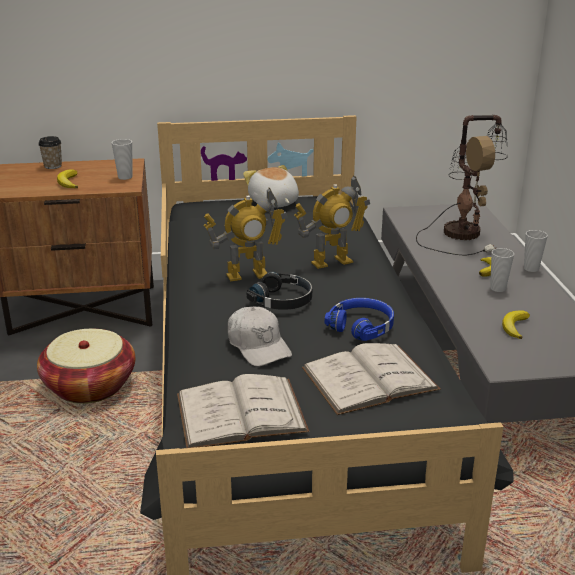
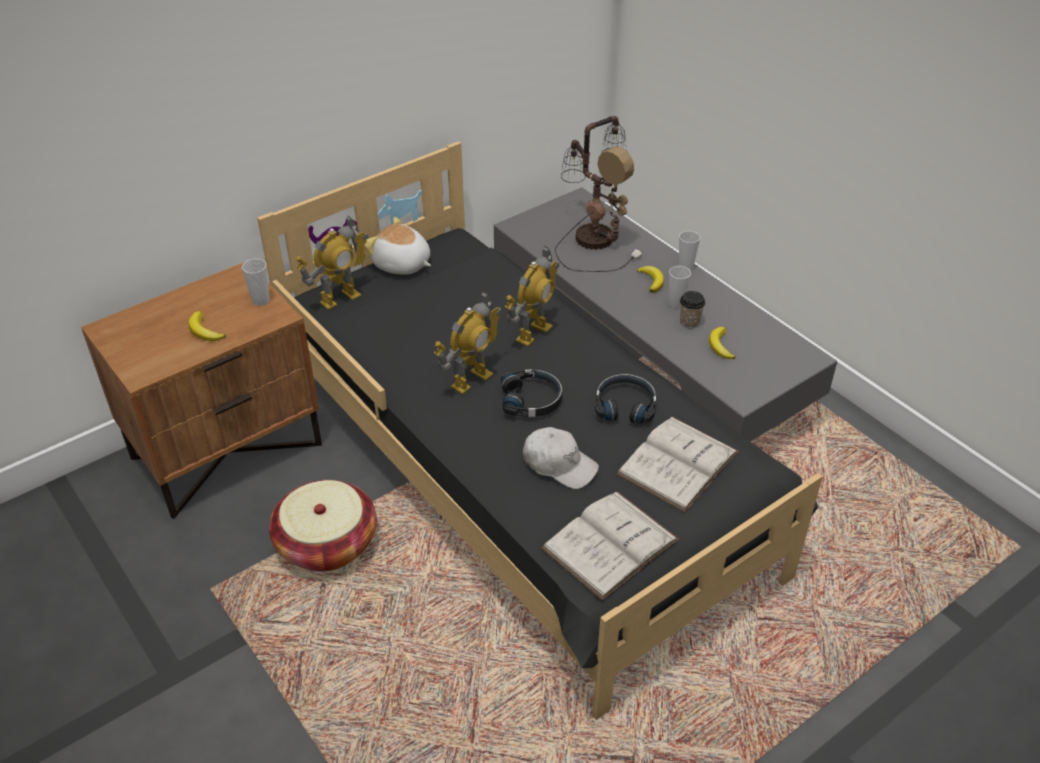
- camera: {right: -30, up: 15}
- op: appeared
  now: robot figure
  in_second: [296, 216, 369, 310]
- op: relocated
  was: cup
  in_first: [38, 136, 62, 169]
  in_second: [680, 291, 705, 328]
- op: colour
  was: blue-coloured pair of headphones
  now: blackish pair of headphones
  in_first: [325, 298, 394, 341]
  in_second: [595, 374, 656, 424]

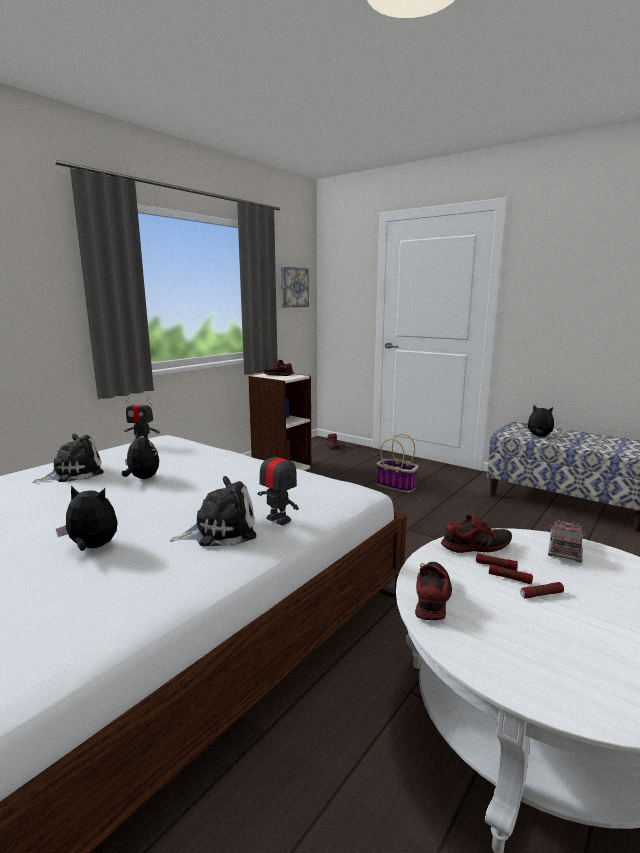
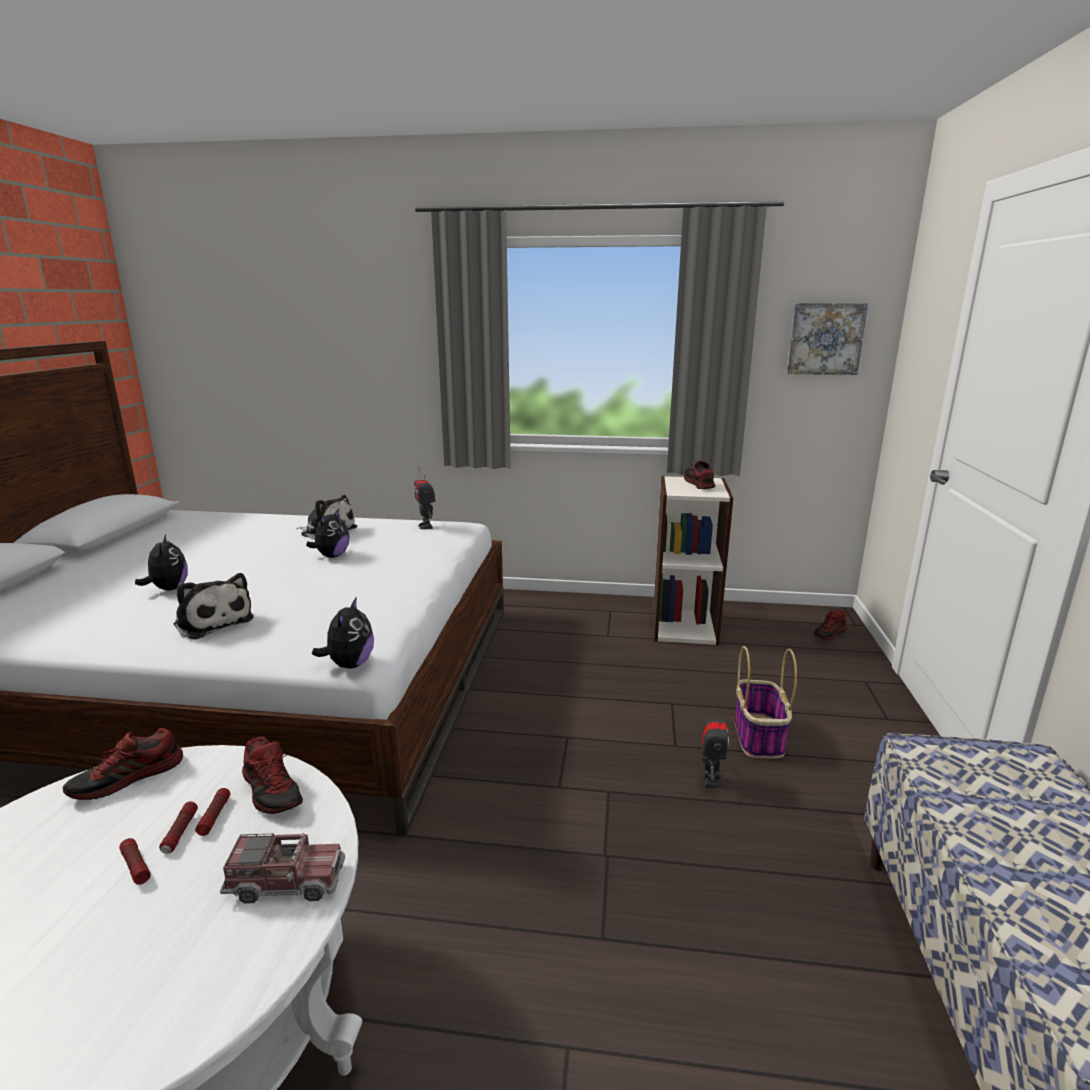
- camera: {right: 60, up: 5}
- op: relocated
  was: robot figure
  in_first: [257, 444, 299, 526]
  in_second: [701, 703, 729, 789]
- op: relocated
  was: plush toy
  in_first: [524, 405, 554, 436]
  in_second: [312, 596, 374, 669]
- op: spun
  was: low shoe
  in_first: [415, 562, 452, 620]
  in_second: [62, 728, 183, 800]
  clockwise: 150

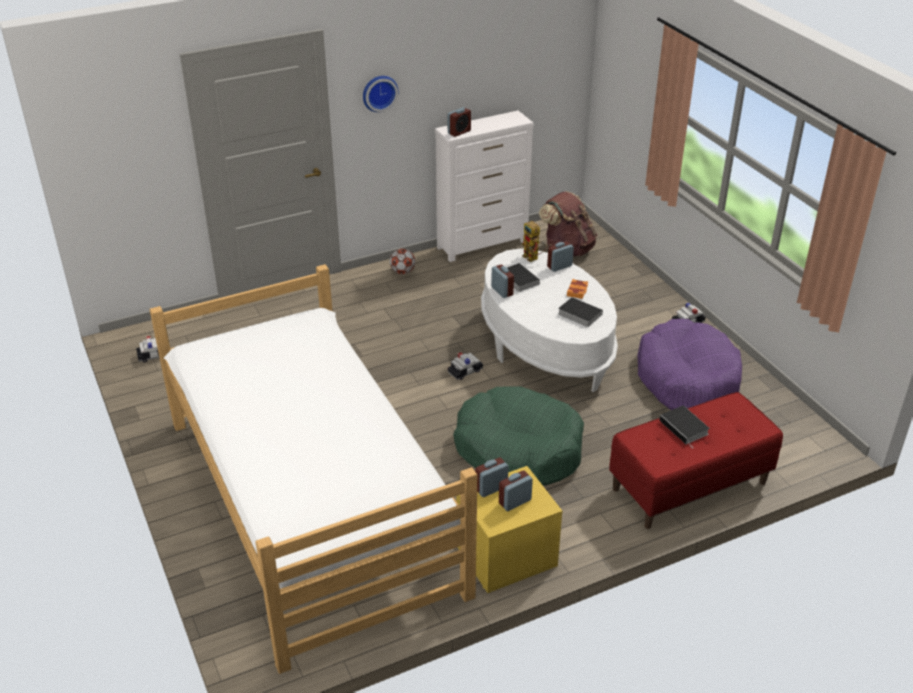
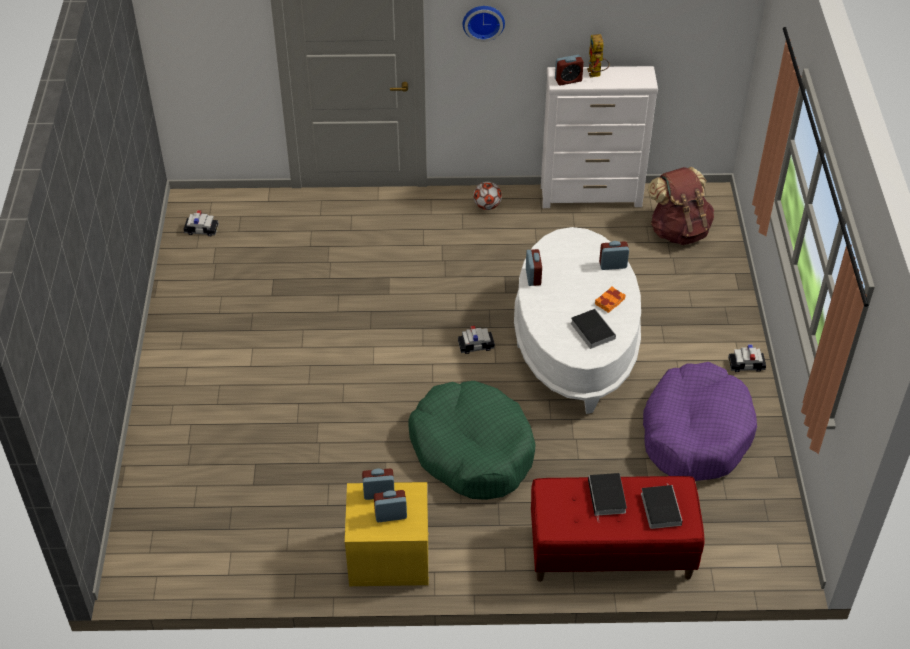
- camera: {right: 25, up: 10}
- op: missing
  was: bed
  in_first: [149, 264, 477, 674]
- op: relocated
  was: volume
  in_first: [507, 263, 540, 292]
  in_second: [641, 483, 682, 529]
- op: relocated
  was: robot figure
  in_first: [522, 221, 547, 262]
  in_second: [587, 34, 610, 77]

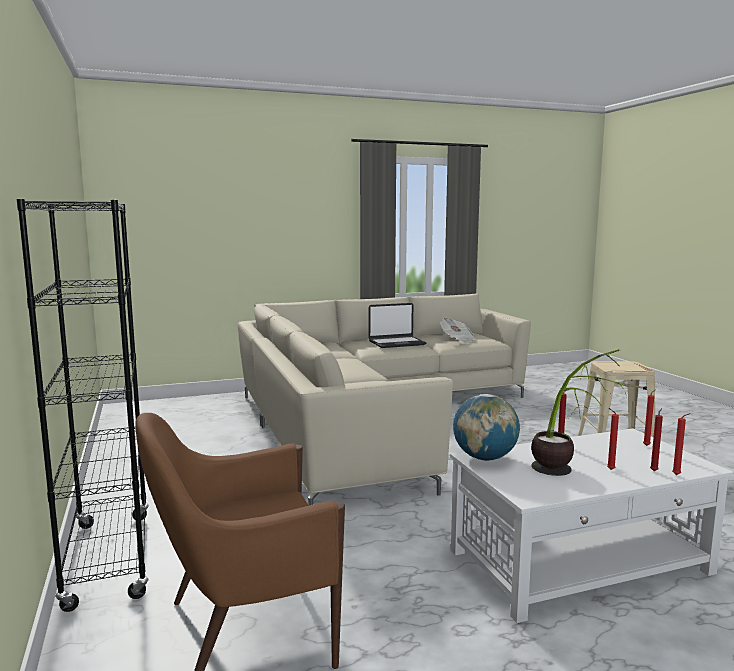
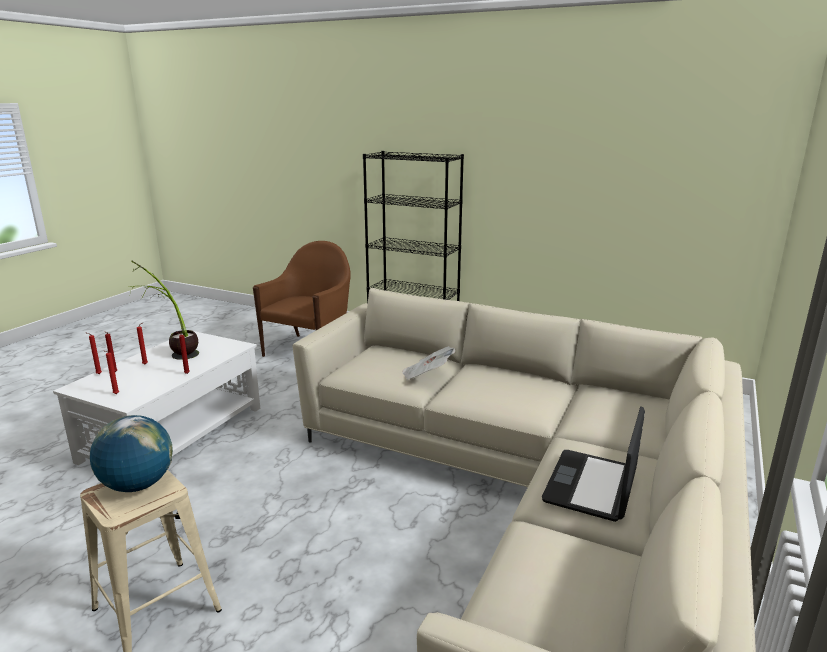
- camera: {right: 135, up: 10}
- op: relocated
  was: daily paper
  in_first: [440, 318, 475, 344]
  in_second: [402, 346, 455, 381]
- op: relocated
  was: desk globe
  in_first: [453, 394, 520, 461]
  in_second: [90, 415, 173, 492]

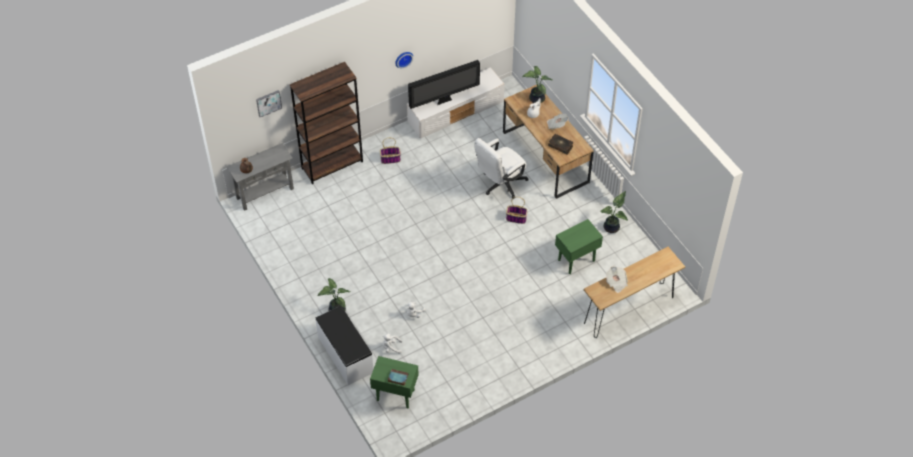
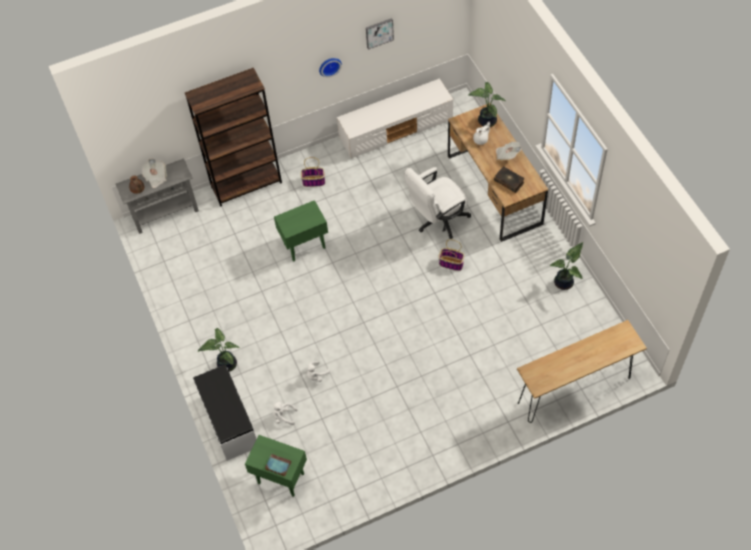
- camera: {right: 10, up: 5}
- op: missing
  was: TV
  in_first: [408, 60, 480, 109]
- op: relocated
  was: picture
  in_first: [256, 90, 282, 117]
  in_second: [366, 18, 394, 50]
- op: relocated
  was: green-coloured end table
  in_first: [555, 219, 603, 274]
  in_second: [274, 200, 328, 261]
- op: relocated
  was: daily paper
  in_first: [606, 266, 628, 293]
  in_second: [142, 158, 167, 188]

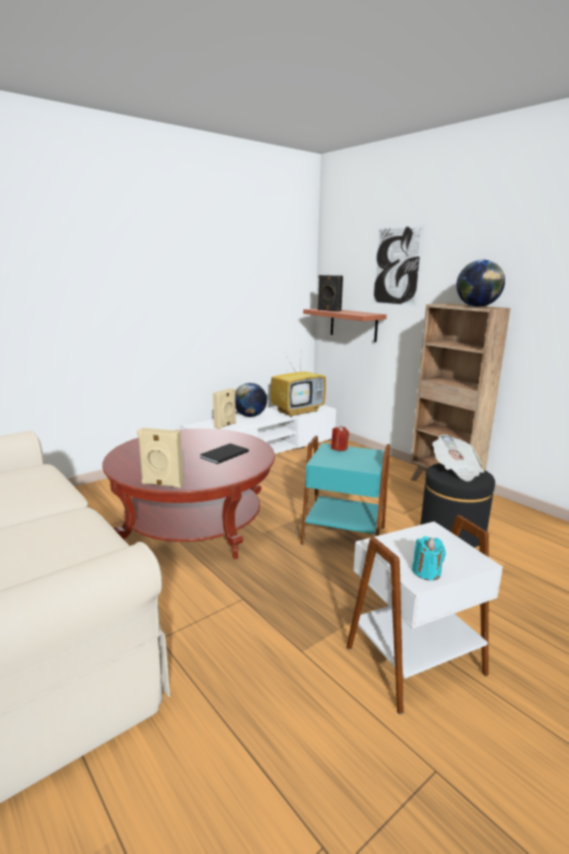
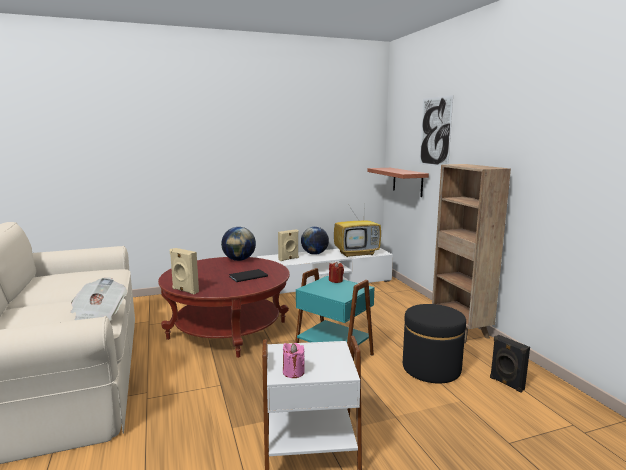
- camera: {right: 20, up: -5}
- op: relocated
  was: blackish audio speaker
  in_first: [318, 275, 343, 312]
  in_second: [490, 335, 530, 392]
- op: relocated
  was: daily paper
  in_first: [432, 434, 485, 482]
  in_second: [70, 277, 127, 320]
- op: relocated
  was: desk globe
  in_first: [456, 260, 505, 307]
  in_second: [221, 227, 256, 261]
- op: colour
  was: blue-green wax candle
  now: pink-coloured wax candle
  in_first: [412, 536, 446, 581]
  in_second: [283, 343, 305, 378]

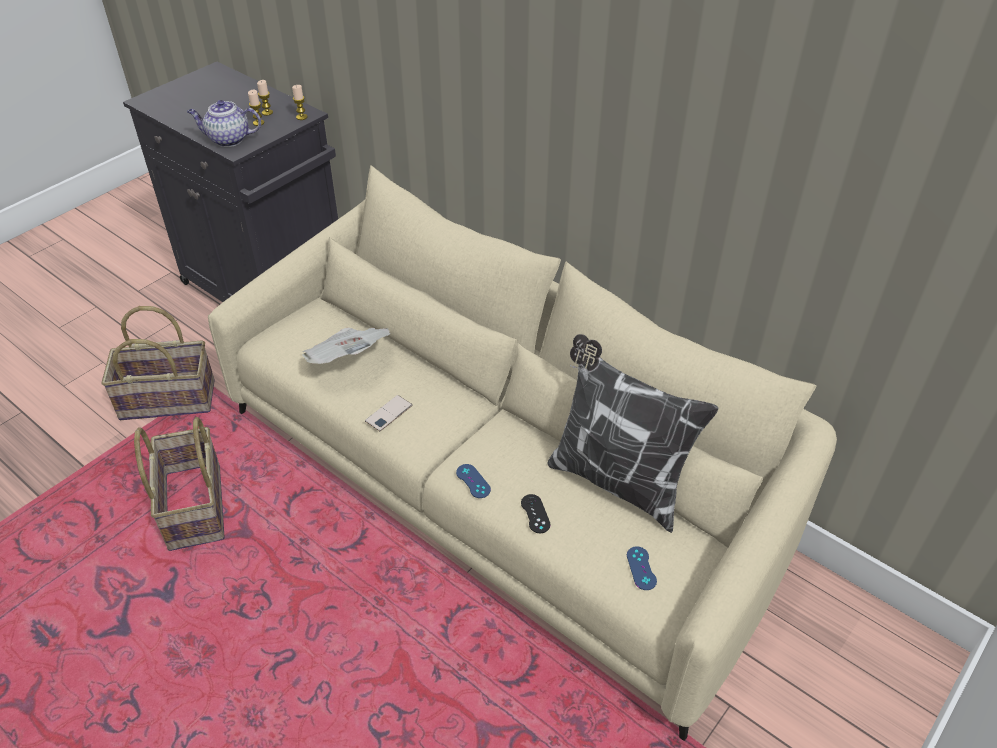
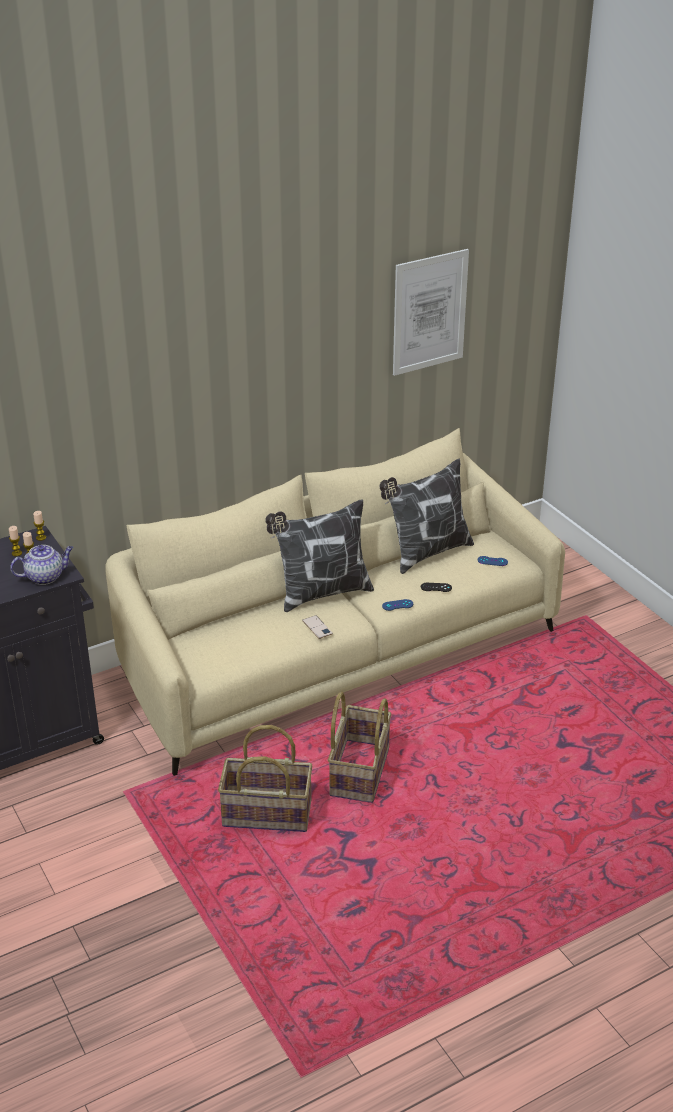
- camera: {right: -70, up: -10}
- op: missing
  was: daily paper
  in_first: [302, 327, 390, 364]
- op: appeared
  now: throw pillow
  in_second: [265, 499, 374, 612]
- op: appeared
  now: picture
  in_second: [393, 249, 469, 376]
- op: relocated
  was: storage basket
  in_first: [102, 306, 215, 420]
  in_second: [328, 692, 392, 803]
- op: spun
  was: teapot
  in_first: [187, 100, 261, 147]
  in_second: [10, 545, 73, 585]
  clockwise: -135

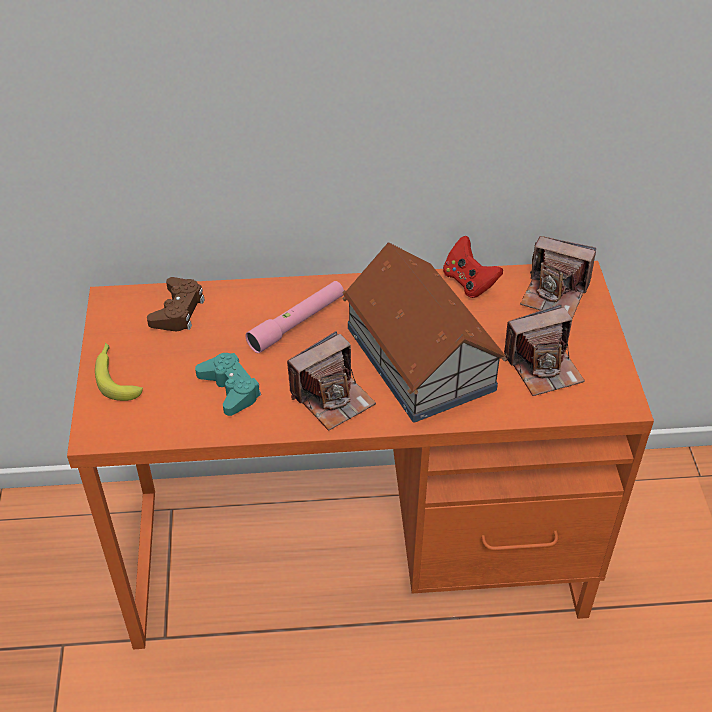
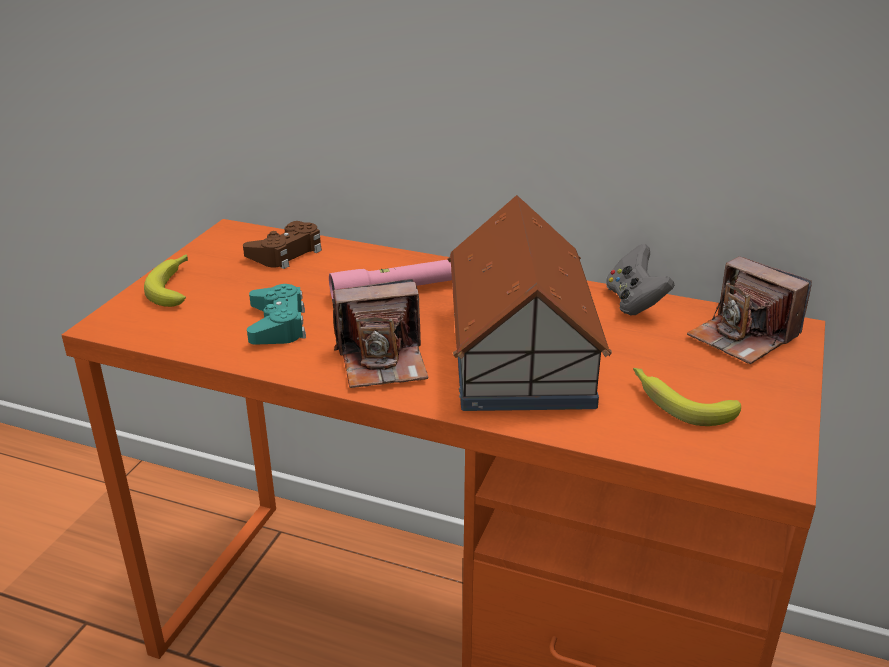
- camera: {right: 25, up: -15}
- op: exchanged
  was: photo camera
  now: whole banana
  in_first: [504, 304, 585, 396]
  in_second: [633, 368, 741, 426]
- op: colour
  was: red-coloured joypad
  now: gray joypad
  in_first: [443, 236, 503, 298]
  in_second: [606, 244, 674, 315]

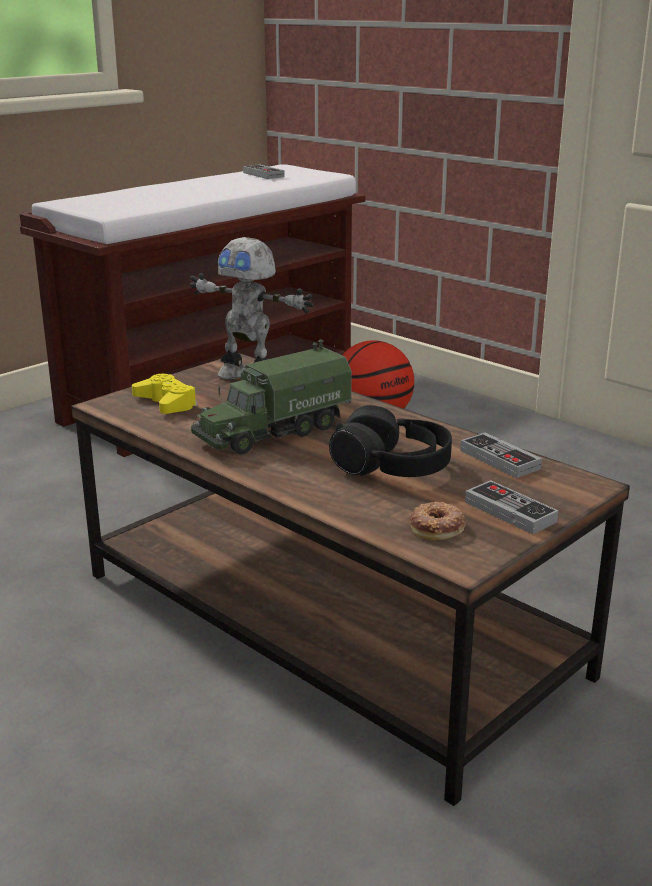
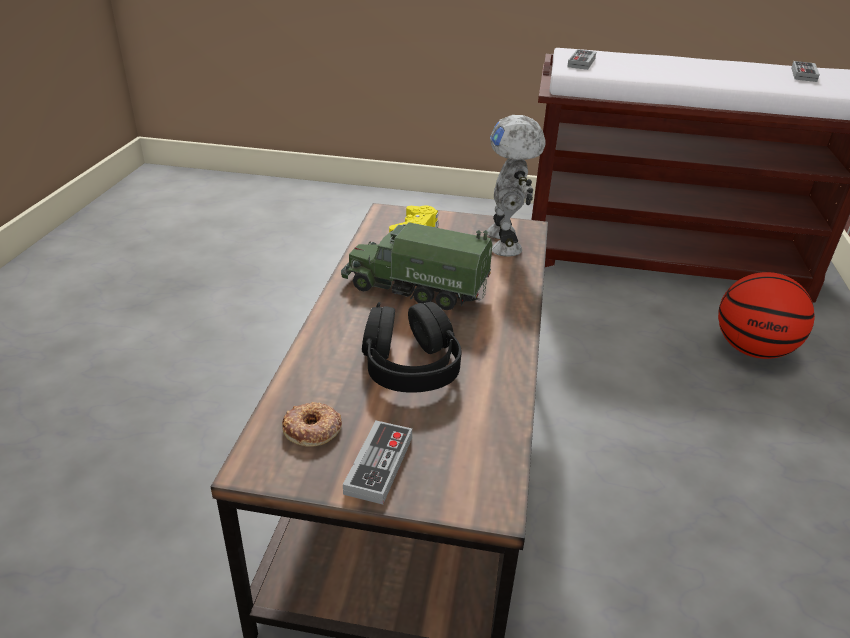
- camera: {right: 55, up: 10}
- op: relocated
  was: joypad
  in_first: [460, 433, 542, 478]
  in_second: [567, 49, 596, 70]

